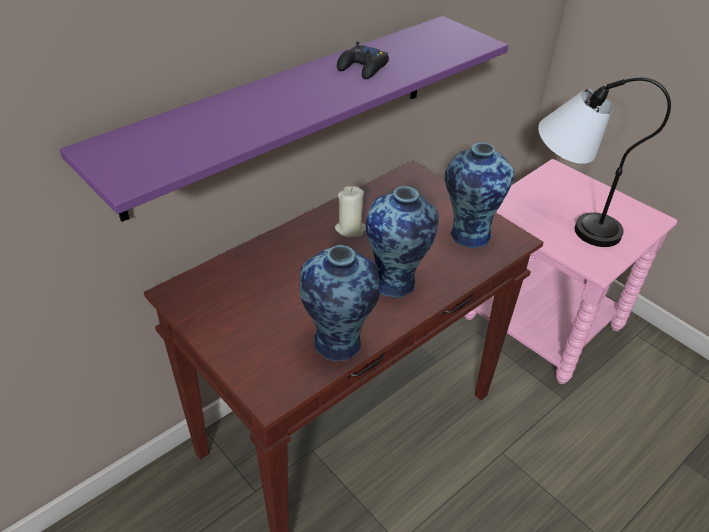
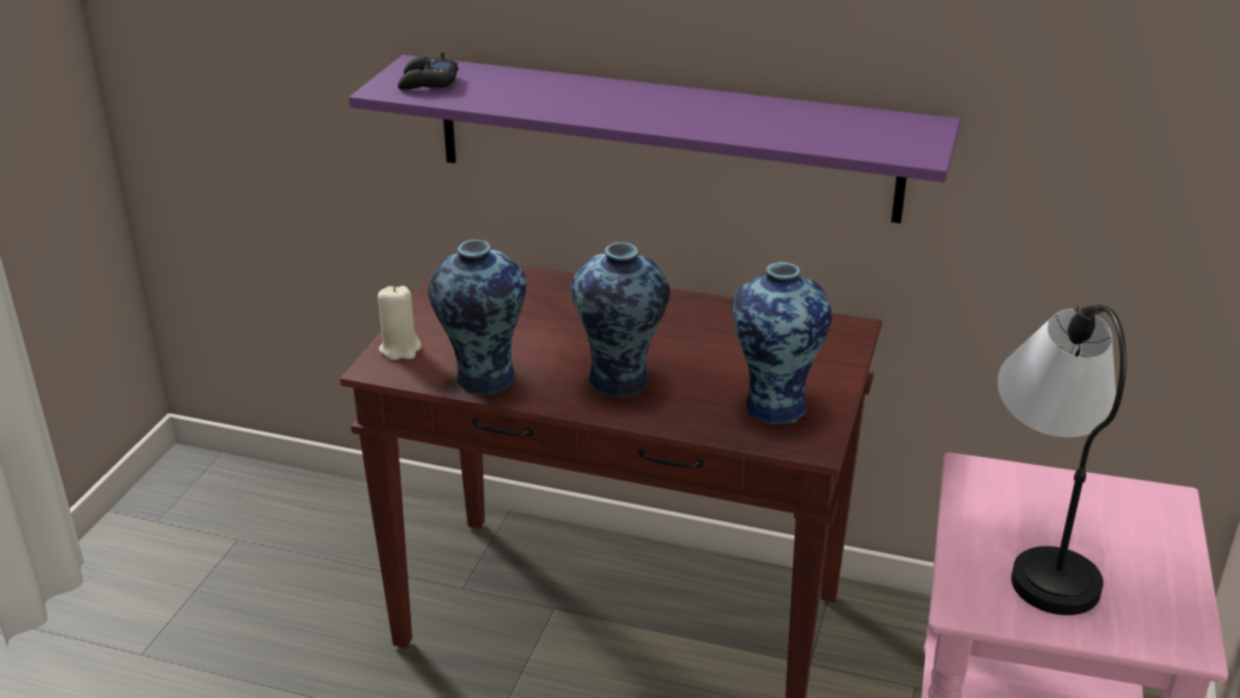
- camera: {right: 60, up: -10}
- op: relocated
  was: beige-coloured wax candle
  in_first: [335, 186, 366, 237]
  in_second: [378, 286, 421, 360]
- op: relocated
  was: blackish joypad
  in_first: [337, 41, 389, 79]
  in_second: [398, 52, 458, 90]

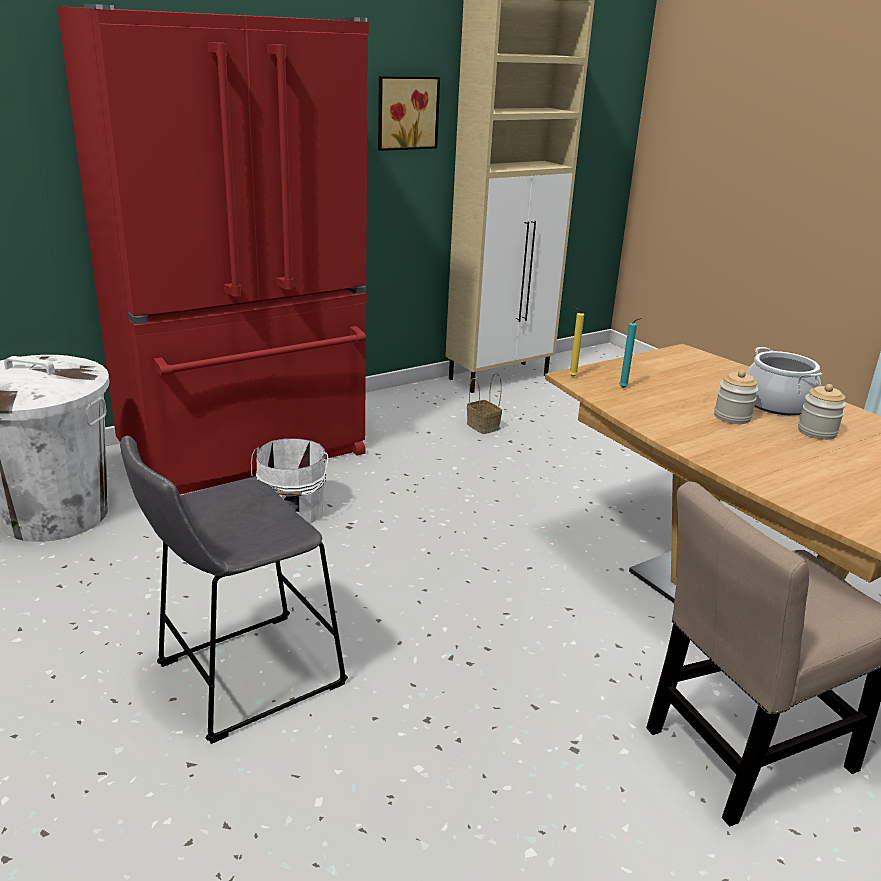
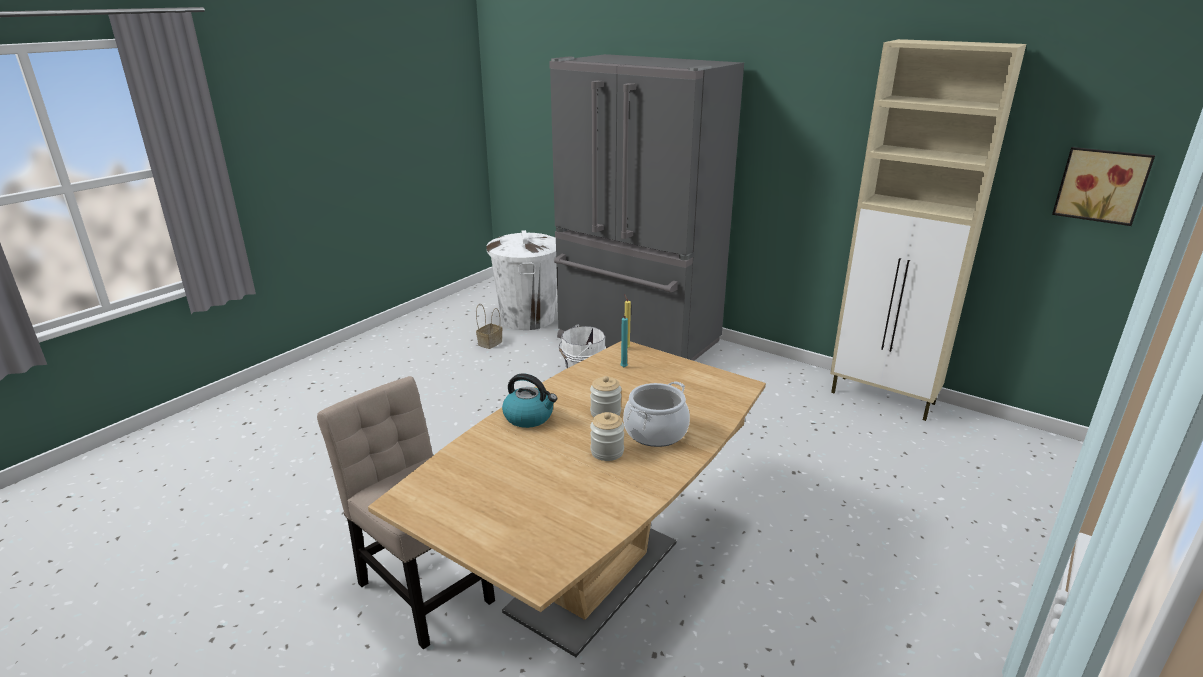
- camera: {right: 70, up: 0}
- op: missing
  was: gray sitting stool
  in_first: [120, 436, 348, 744]
- op: appeared
  now: water kettle
  in_second: [502, 373, 557, 428]
- op: relocated
  was: picture
  in_first: [378, 76, 440, 151]
  in_second: [1052, 147, 1155, 226]
- op: relocated
  was: storage basket
  in_first: [467, 373, 502, 434]
  in_second: [476, 304, 503, 349]
- op: colour
  was: red-coloured kitchen fridge
  now: gray kitchen fridge
  in_first: [57, 4, 369, 495]
  in_second: [549, 54, 744, 361]

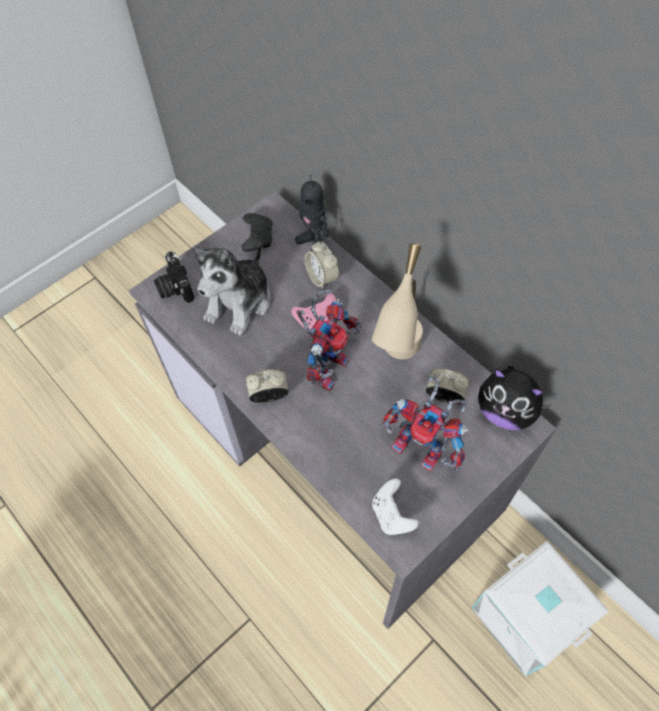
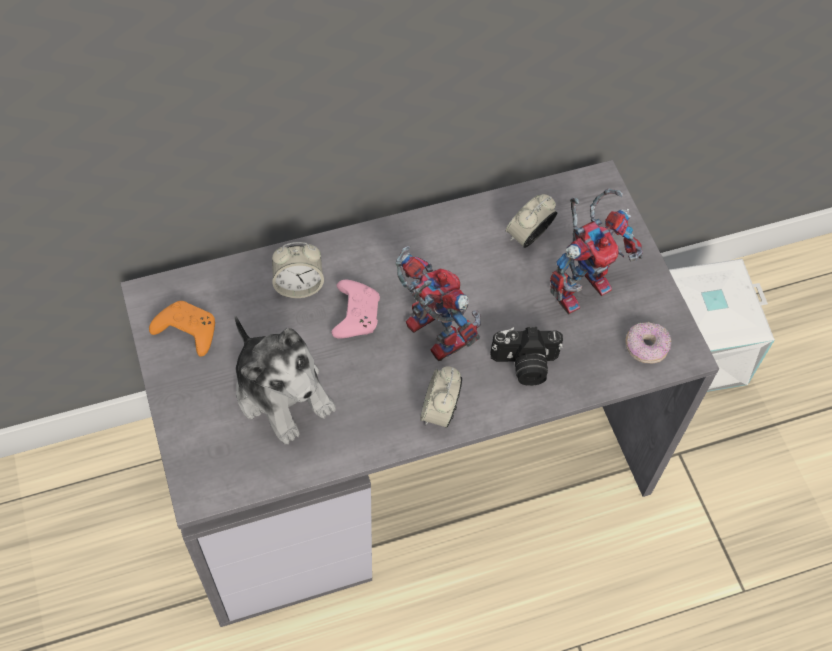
- camera: {right: -70, up: 0}
- op: missing
  was: robot figure
  in_first: [295, 175, 329, 251]
- op: missing
  was: beige-coloured lamp for a table
  in_first: [372, 243, 423, 359]
- op: missing
  was: plush toy
  in_first: [478, 366, 551, 430]
- op: relocated
  was: photo camera
  in_first: [154, 251, 194, 303]
  in_second: [490, 327, 563, 386]
- op: exchanged
  was: white-coloured joypad
  now: donut
  in_first: [372, 478, 419, 535]
  in_second: [625, 322, 671, 363]
- op: colour
  was: blackish joypad
  now: orangey joypad
  in_first: [241, 213, 273, 252]
  in_second: [149, 301, 215, 357]

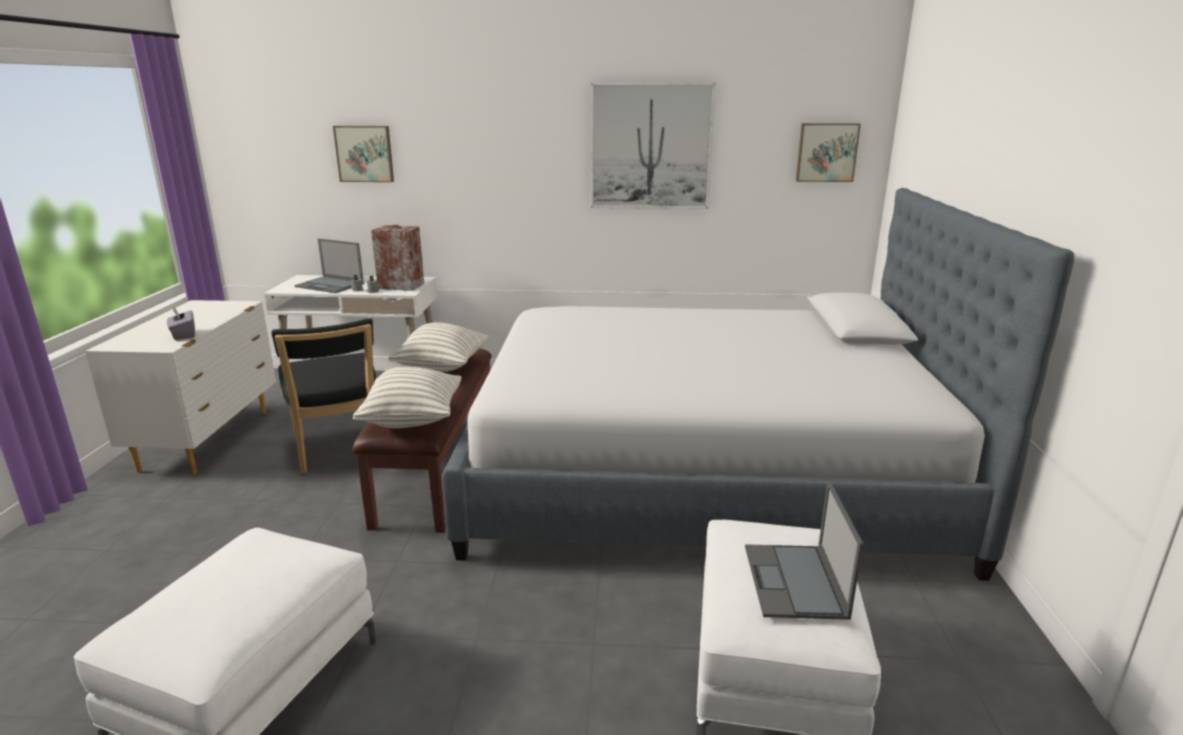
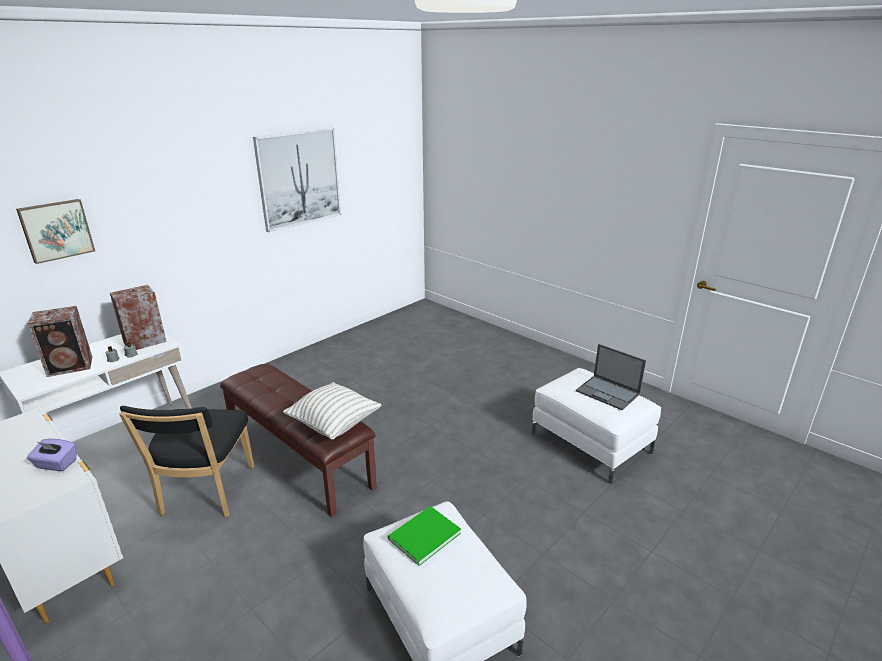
- camera: {right: -50, up: 5}
- op: missing
  was: throw pillow
  in_first: [389, 322, 489, 372]
- op: missing
  was: bed
  in_first: [442, 188, 1074, 581]
- op: missing
  was: picture
  in_first: [796, 123, 861, 182]
- op: appeared
  now: green-coloured volume
  in_second: [388, 506, 461, 566]
- op: exchanged
  was: portable computer
  now: audio speaker
  in_first: [294, 238, 364, 293]
  in_second: [27, 306, 92, 377]
- op: colour
  was: gray tissue holder
  now: purple tissue holder
  in_first: [167, 307, 195, 340]
  in_second: [27, 439, 77, 471]
- op: spun
  was: blackish plain chair
  in_first: [271, 318, 376, 474]
  in_second: [119, 406, 254, 517]
  clockwise: 75

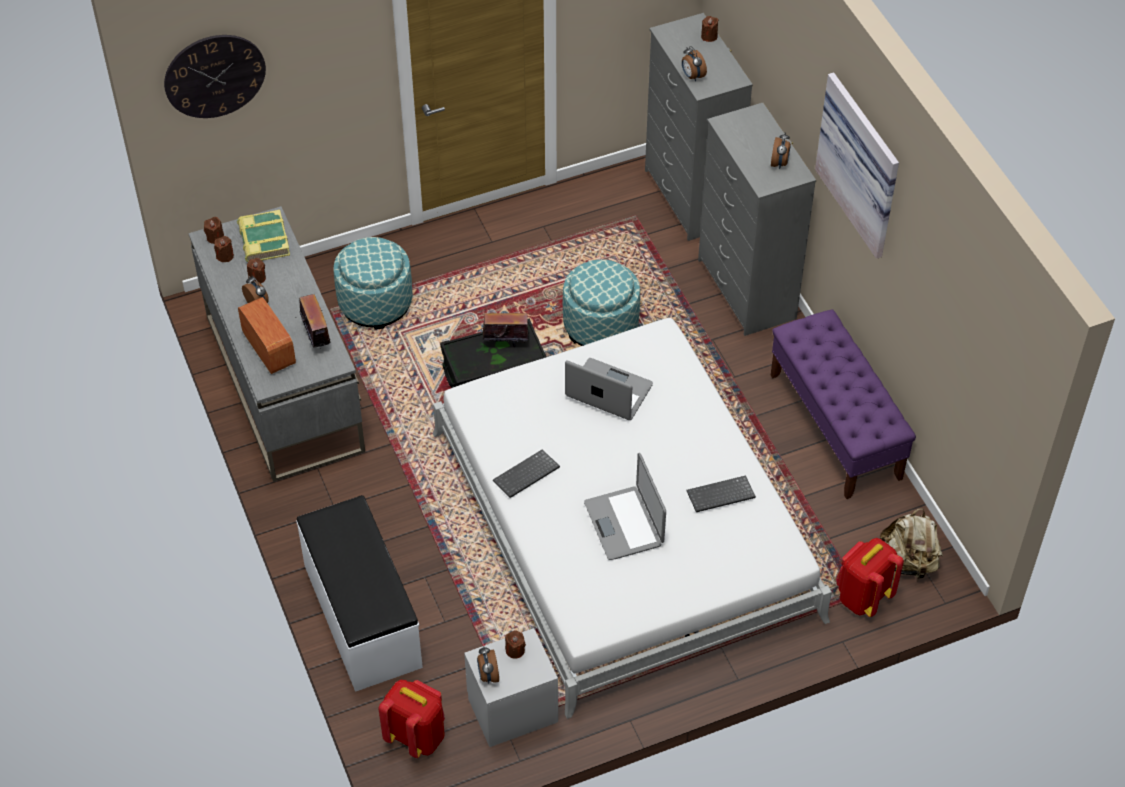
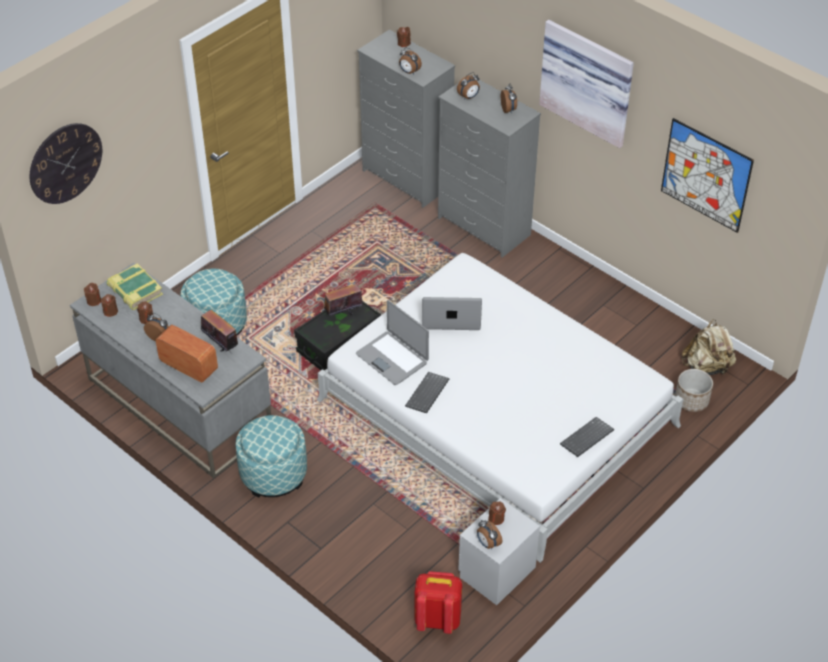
- camera: {right: -25, up: -5}
- op: missing
  was: white-coloured bench
  in_first: [296, 495, 423, 692]
- op: missing
  was: purple bench
  in_first: [771, 309, 916, 499]
- op: appeared
  now: alarm clock
  in_second: [457, 72, 480, 100]
- op: appeared
  now: picture
  in_second: [661, 118, 754, 233]
- op: relocated
  was: ottoman
  in_first: [563, 259, 640, 346]
  in_second: [236, 415, 307, 497]
- op: relocated
  was: portable computer
  in_first: [584, 453, 666, 560]
  in_second: [356, 300, 429, 385]
- op: relocated
  was: PC keyboard
  in_first: [687, 475, 756, 512]
  in_second: [560, 417, 614, 457]
- op: exchanged
  was: red-coloured rucksack
  now: flower pot
  in_first: [836, 538, 904, 617]
  in_second: [675, 369, 713, 412]

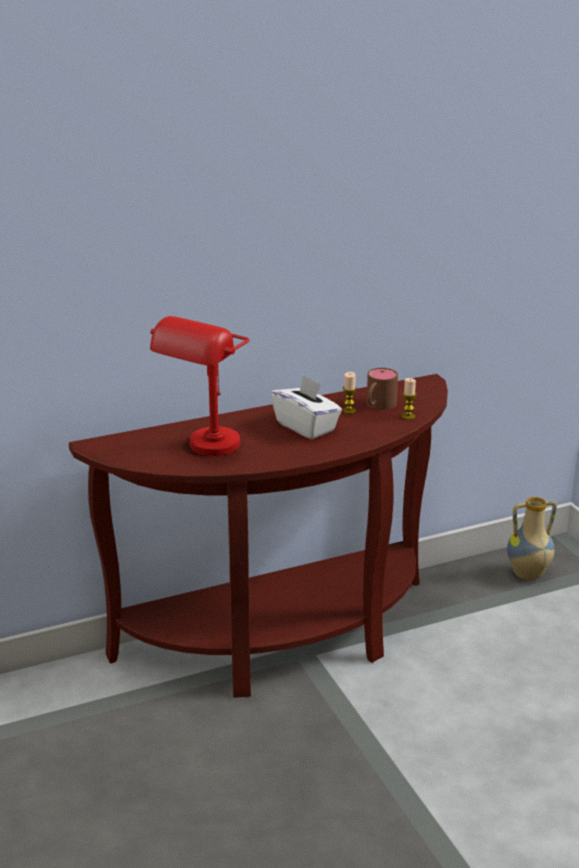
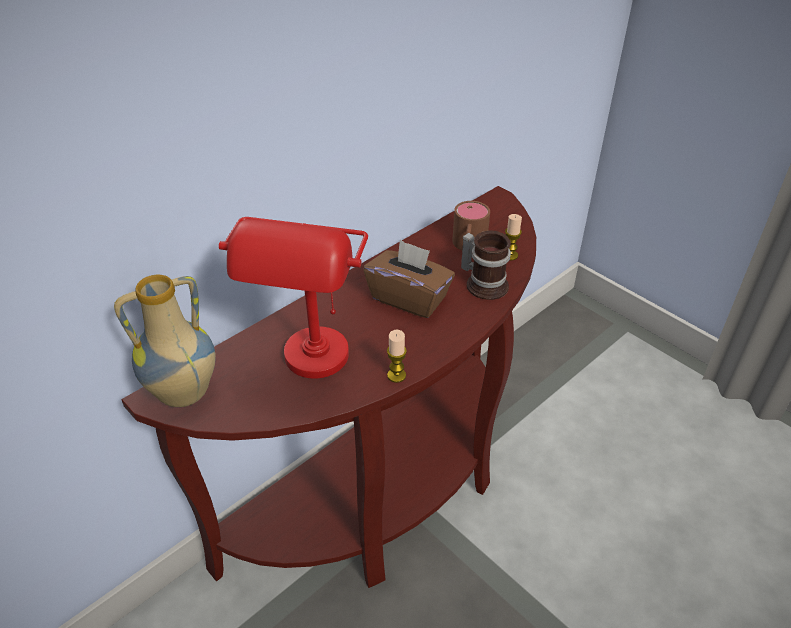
- camera: {right: -20, up: 15}
- op: appeared
  now: mug
  in_second: [461, 231, 511, 300]
- op: relocated
  was: wax candle
  in_first: [342, 372, 357, 414]
  in_second: [387, 330, 407, 383]
- op: relocated
  was: vase
  in_first: [507, 497, 557, 580]
  in_second: [114, 275, 216, 407]
- op: colour
  was: white-coloured tissue holder
  now: brown tissue holder
  in_first: [271, 375, 342, 439]
  in_second: [364, 240, 455, 318]

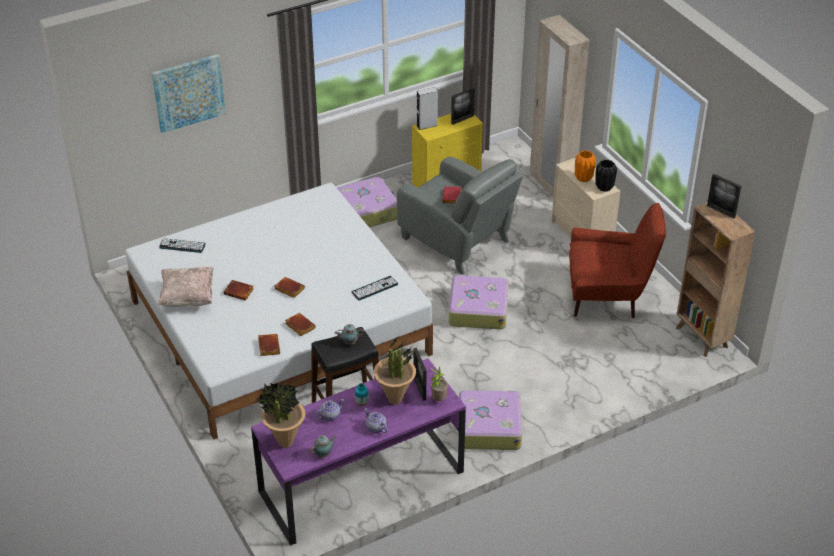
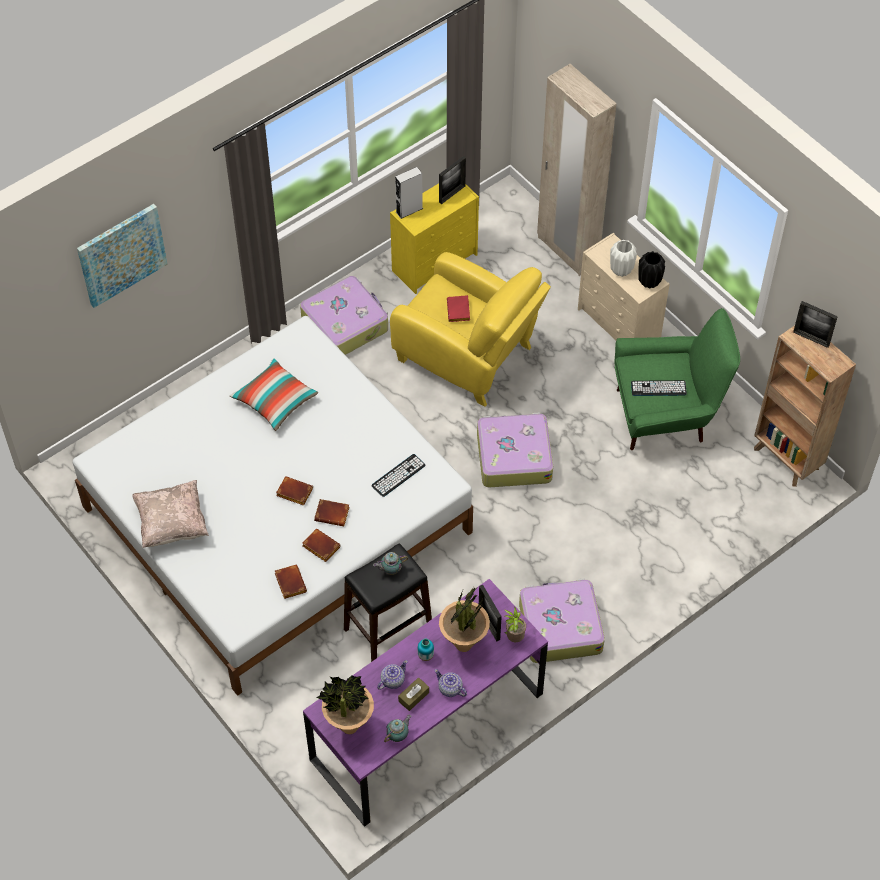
- camera: {right: -10, up: 15}
- op: appeared
  now: throw pillow
  in_second: [230, 358, 318, 431]
- op: appeared
  now: brown tissue holder
  in_second: [398, 678, 429, 711]
- op: relocated
  was: PC keyboard
  in_first: [159, 239, 206, 253]
  in_second: [631, 380, 687, 396]
- op: relocated
  was: brown volume
  in_first: [223, 280, 254, 301]
  in_second: [314, 499, 349, 526]
- op: colour
  was: gray lounge chair
  now: yellow lounge chair
  in_first: [397, 157, 523, 275]
  in_second: [390, 252, 551, 407]
- op: colour
  was: red-coloured lounge chair
  now: green-coloured lounge chair
  in_first: [569, 203, 666, 318]
  in_second: [615, 308, 740, 450]
- op: colour
  was: orangey vase
  now: white-coloured vase
  in_first: [575, 150, 596, 182]
  in_second: [610, 240, 637, 277]

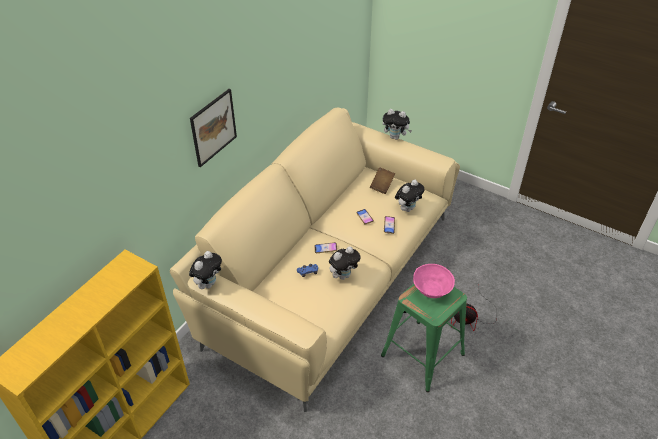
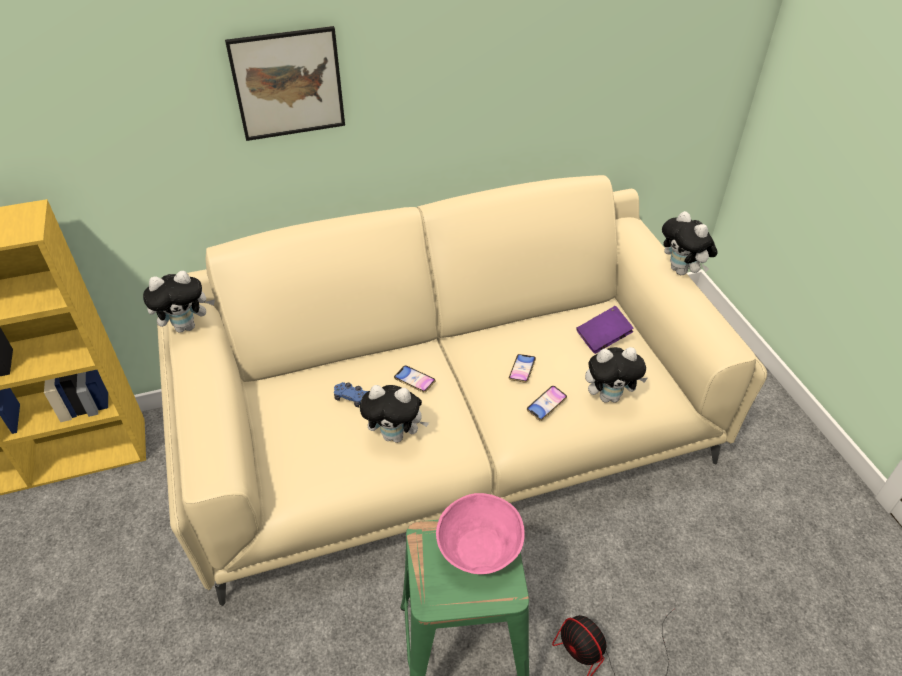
- camera: {right: 40, up: 0}
- op: colour
  was: brown volume
  now: purple volume
  in_first: [370, 168, 395, 194]
  in_second: [576, 306, 634, 354]

